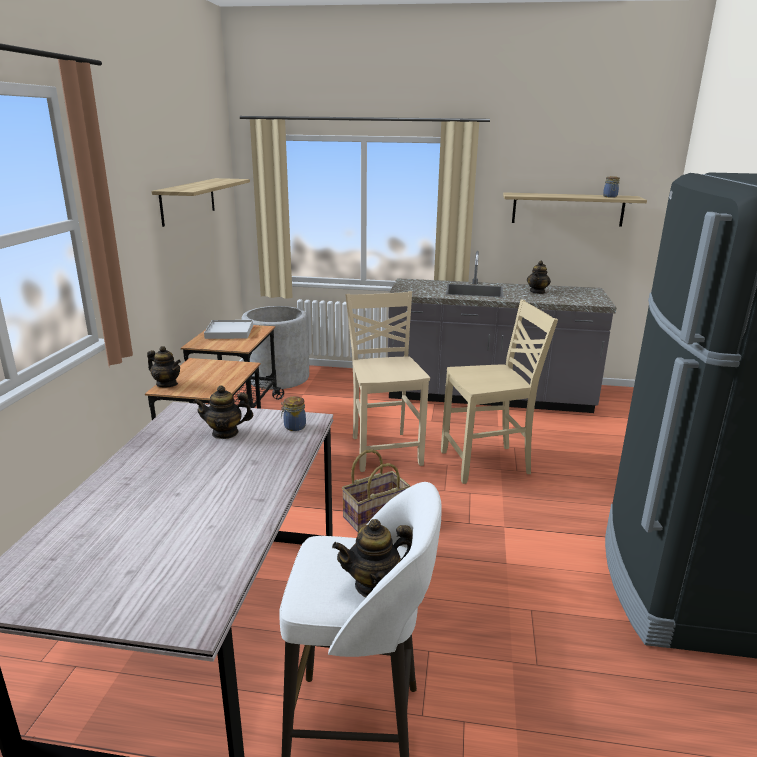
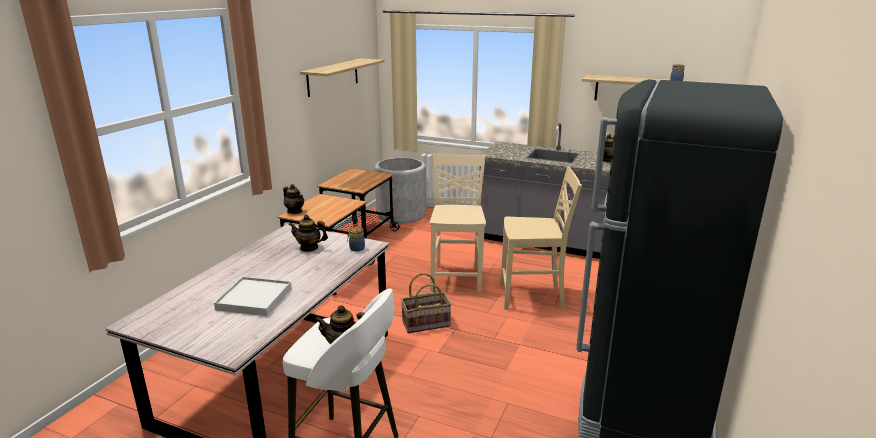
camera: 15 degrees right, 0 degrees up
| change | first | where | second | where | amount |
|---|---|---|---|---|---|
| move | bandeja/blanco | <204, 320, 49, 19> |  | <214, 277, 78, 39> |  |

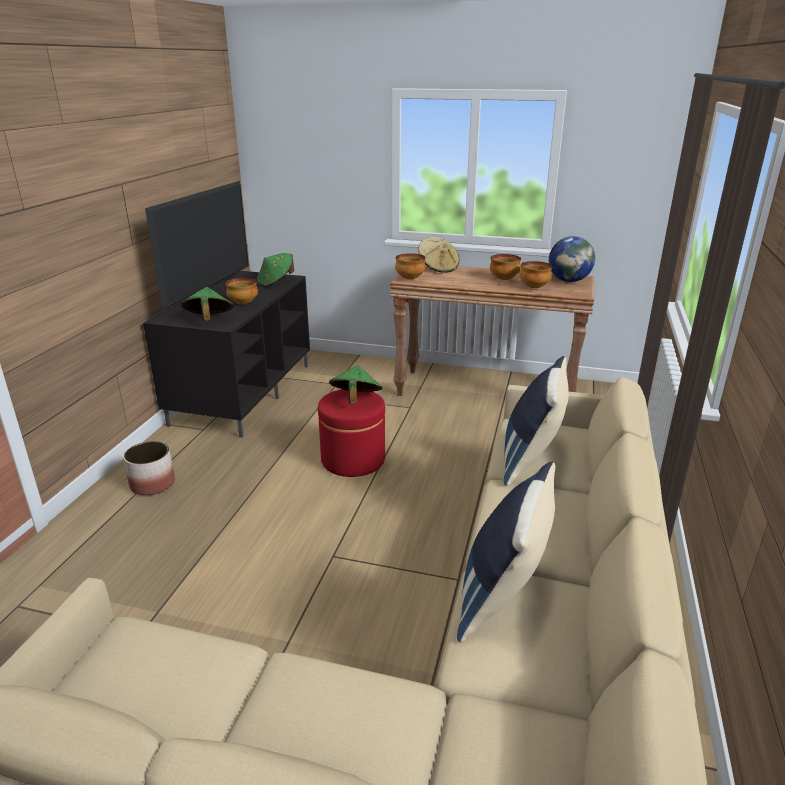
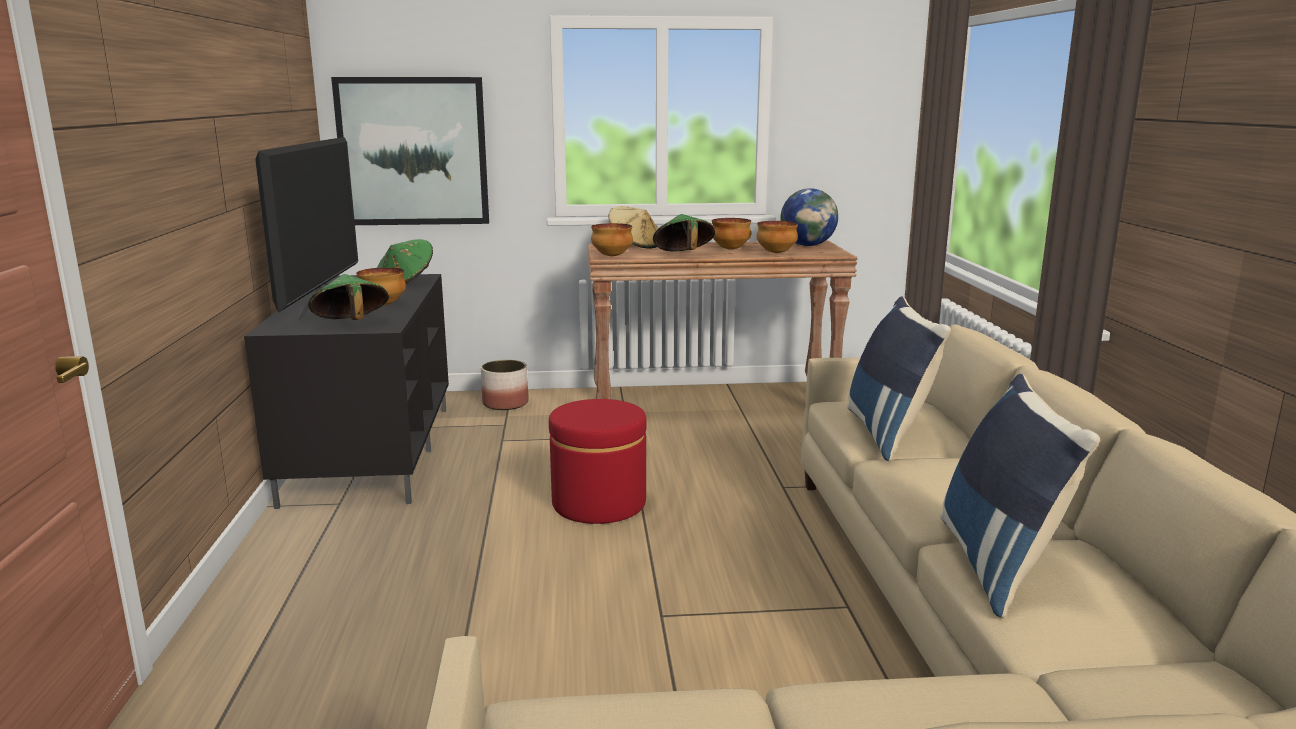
camera: 20 degrees left, 10 degrees down
| change | first | where | second | where | amount |
|---|---|---|---|---|---|
| insert |  |  | cuadro | <331, 77, 158, 148> |  |
| move | maceta | <123, 441, 52, 54> |  | <481, 360, 48, 50> |  |
| move | sombrero/verde | <329, 365, 54, 39> |  | <653, 214, 62, 37> |  |

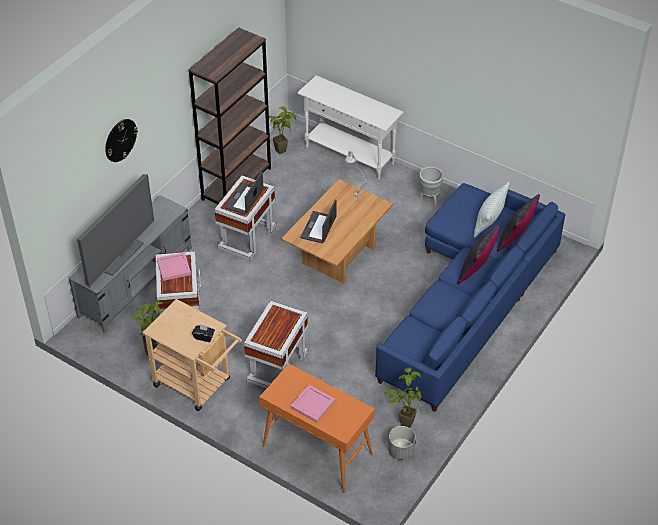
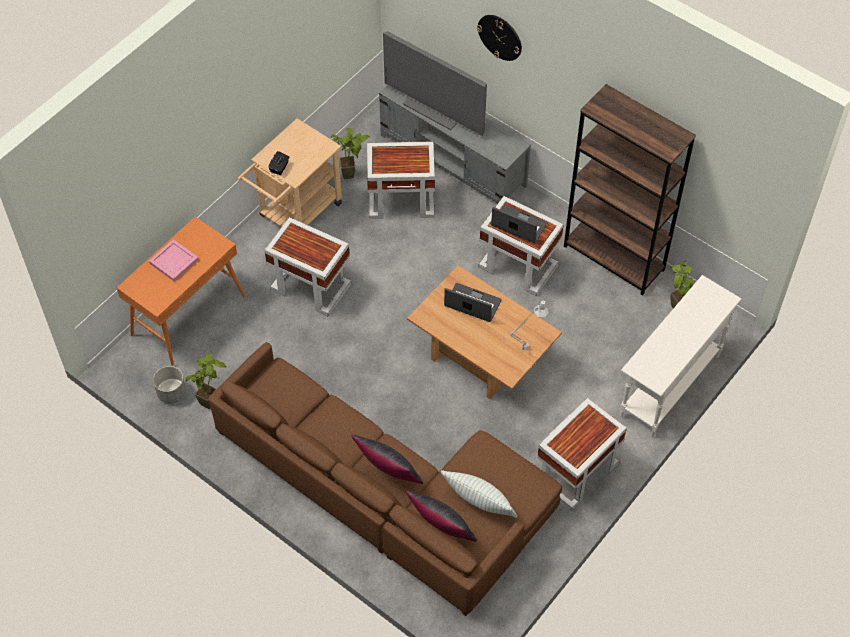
camera: 95 degrees right, 10 degrees up
| change | first | where | second | where | amount |
|---|---|---|---|---|---|
| delete | bandeja/rosa | <157, 252, 34, 29> |  |  |  |
| replace | maceta/gris | <418, 167, 25, 40> | mesa auxiliar/blanco | <537, 398, 90, 113> |  |
| recolor | sofá/azul | <375, 183, 190, 229> | sofá/marrón | <208, 342, 354, 274> |  |

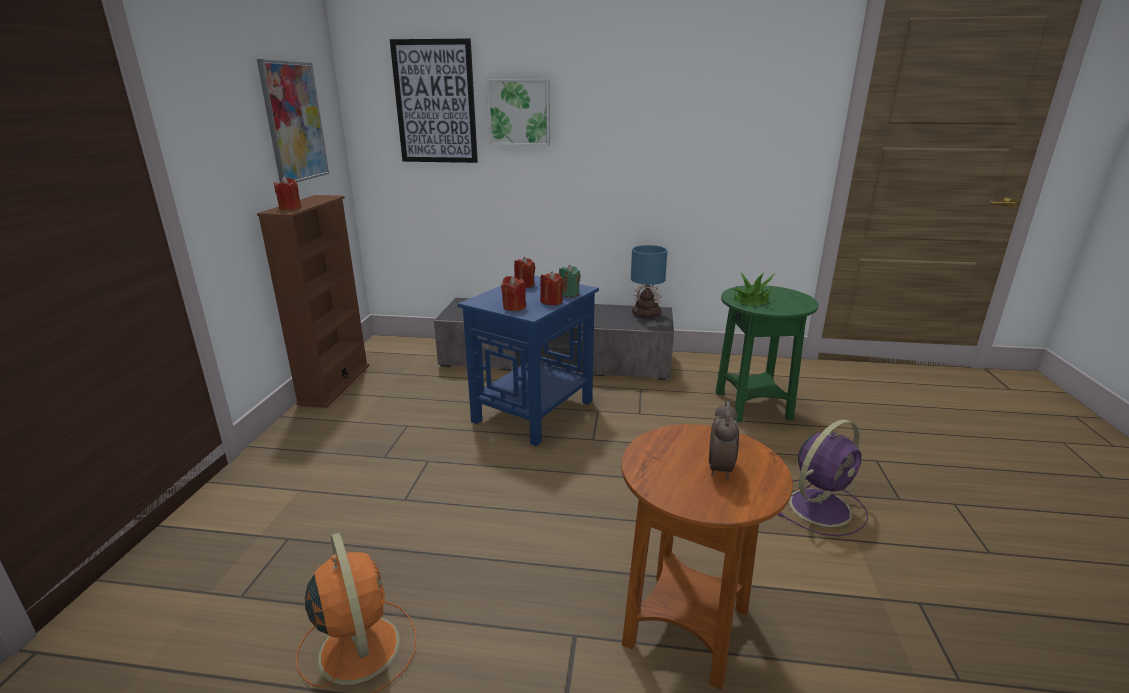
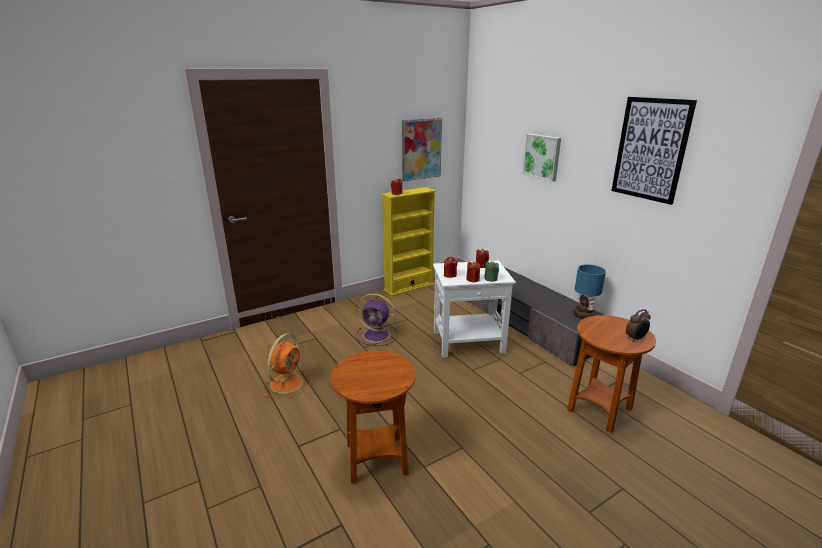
camera: 50 degrees right, 0 degrees up
| change | first | where | second | where | amount |
|---|---|---|---|---|---|
| delete | planta en maceta | <732, 273, 43, 33> |  |  |  |
| move | cuadro | <390, 38, 88, 125> |  | <611, 97, 86, 108> |  |
| move | despertador | <709, 401, 30, 79> |  | <626, 309, 25, 33> |  |
| move | ventilador/morado | <778, 419, 90, 118> |  | <356, 293, 42, 53> |  |
| recolor | estantería/marrón | <257, 195, 112, 213> | estantería/amarillo | <381, 187, 55, 109> |  |
| recolor | mesa auxiliar/azul | <457, 275, 142, 171> | mesa auxiliar/blanco | <433, 260, 83, 98> |  |
| recolor | mesa auxiliar/verde | <716, 285, 102, 138> | mesa auxiliar/marrón | <567, 315, 89, 118> |  |

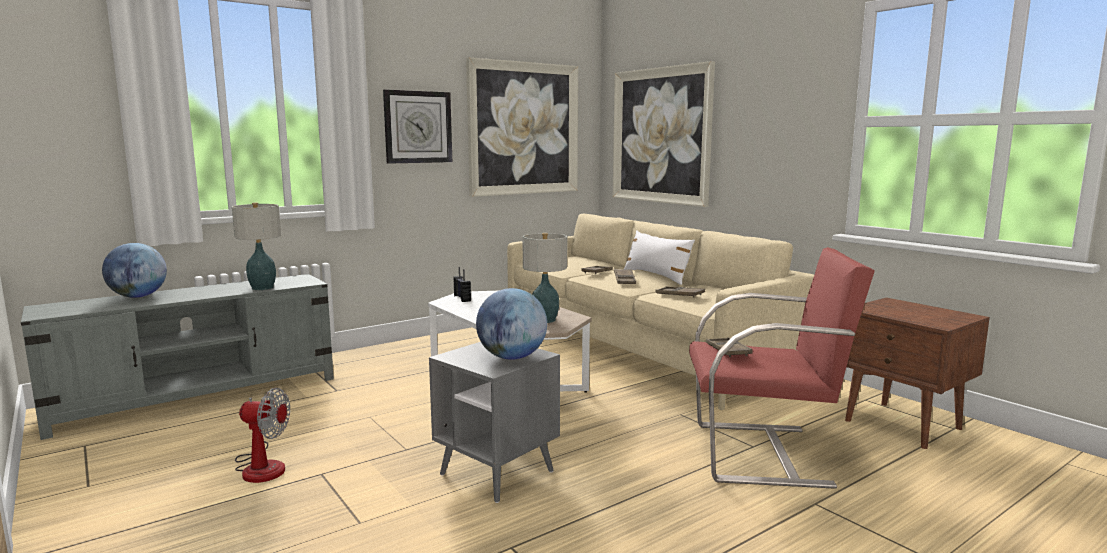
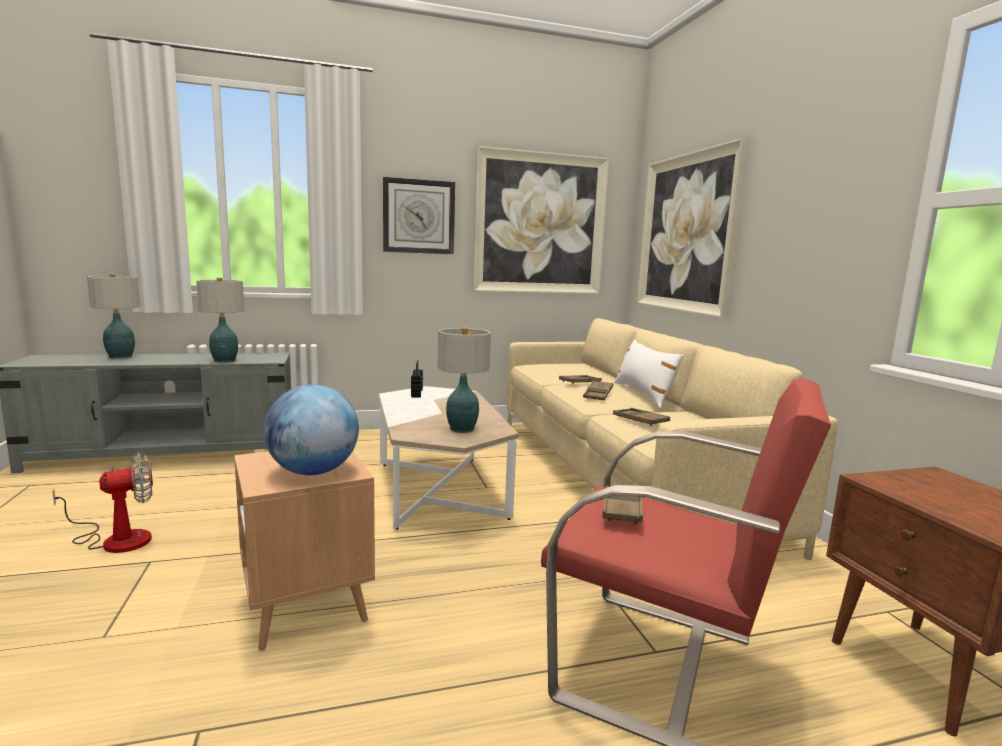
camera: 20 degrees right, 0 degrees up
| change | first | where | second | where | amount |
|---|---|---|---|---|---|
| replace | globo terráqueo | <102, 243, 65, 55> | lámpara de mesa | <87, 273, 53, 86> |  |
| recolor | mesa auxiliar/gris | <429, 342, 131, 161> | mesa auxiliar/marrón | <234, 451, 141, 201> |  |
| rotate | ventilador | <235, 388, 55, 95> |  | <52, 453, 101, 100> | 60 degrees counterclockwise |

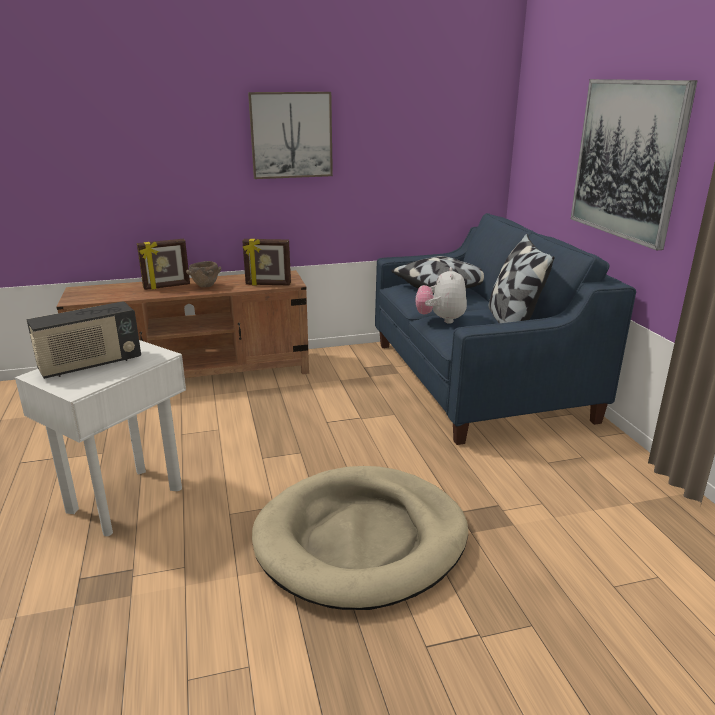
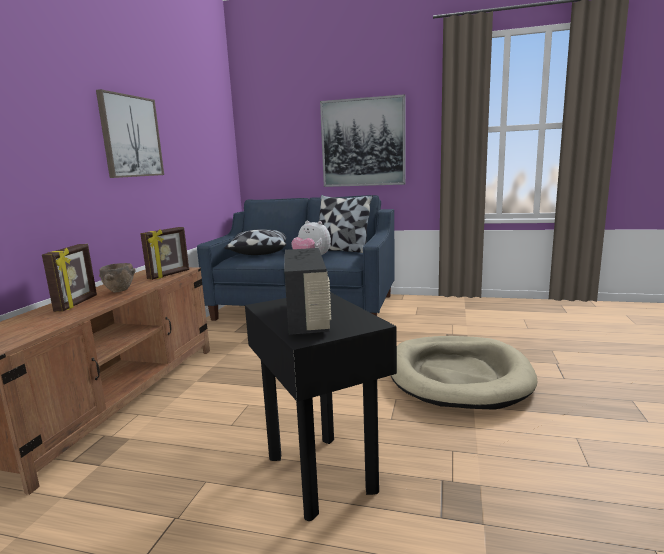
camera: 60 degrees left, 10 degrees down
| change | first | where | second | where | amount |
|---|---|---|---|---|---|
| recolor | mesa auxiliar/blanco | <15, 340, 171, 196> | mesa auxiliar/negro | <245, 292, 152, 229> |  |

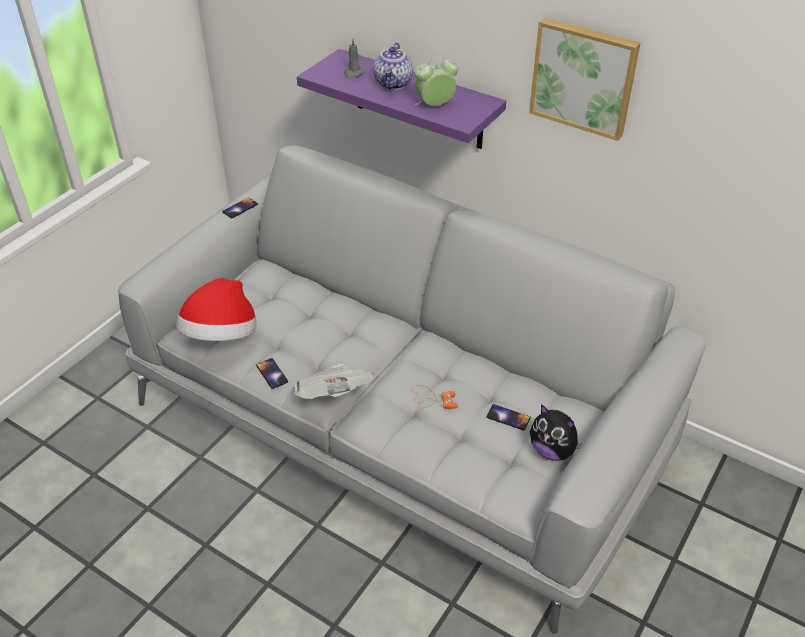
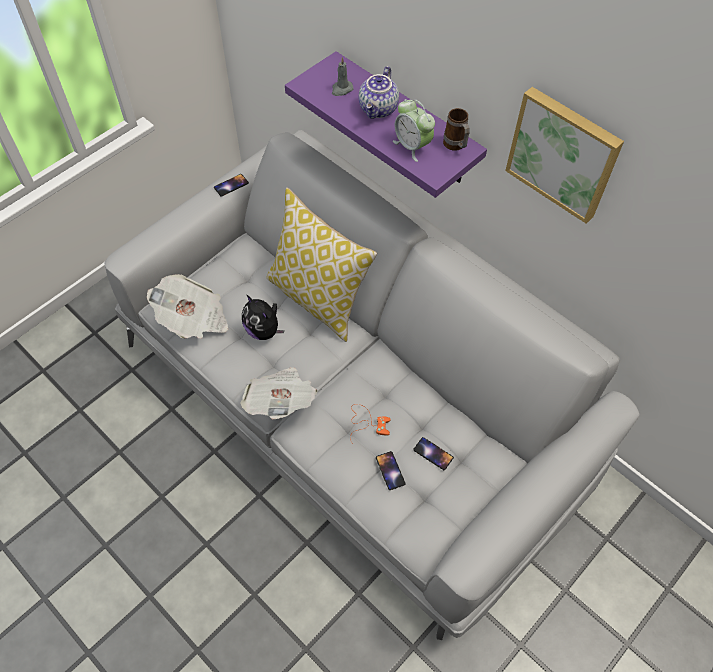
camera: 10 degrees right, 15 degrees up
| change | first | where | second | where | amount |
|---|---|---|---|---|---|
| insert |  |  | cojín | <266, 188, 111, 154> |  |
| insert |  |  | taza grande | <443, 108, 27, 43> |  |
| move | móvil | <256, 358, 32, 31> |  | <376, 451, 30, 39> |  |
| move | peluche | <530, 404, 52, 57> |  | <242, 295, 42, 45> |  |
| replace | sombrero | <176, 278, 81, 63> | periódico | <147, 274, 81, 65> |  |
| rotate | despertador | <415, 57, 43, 49> |  | <393, 99, 42, 63> | 120 degrees counterclockwise |

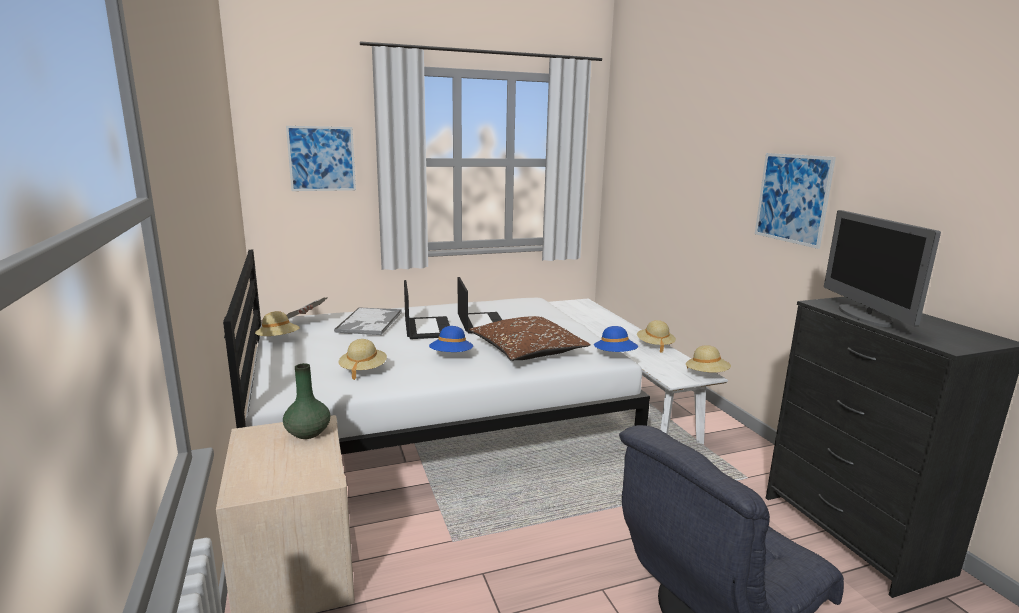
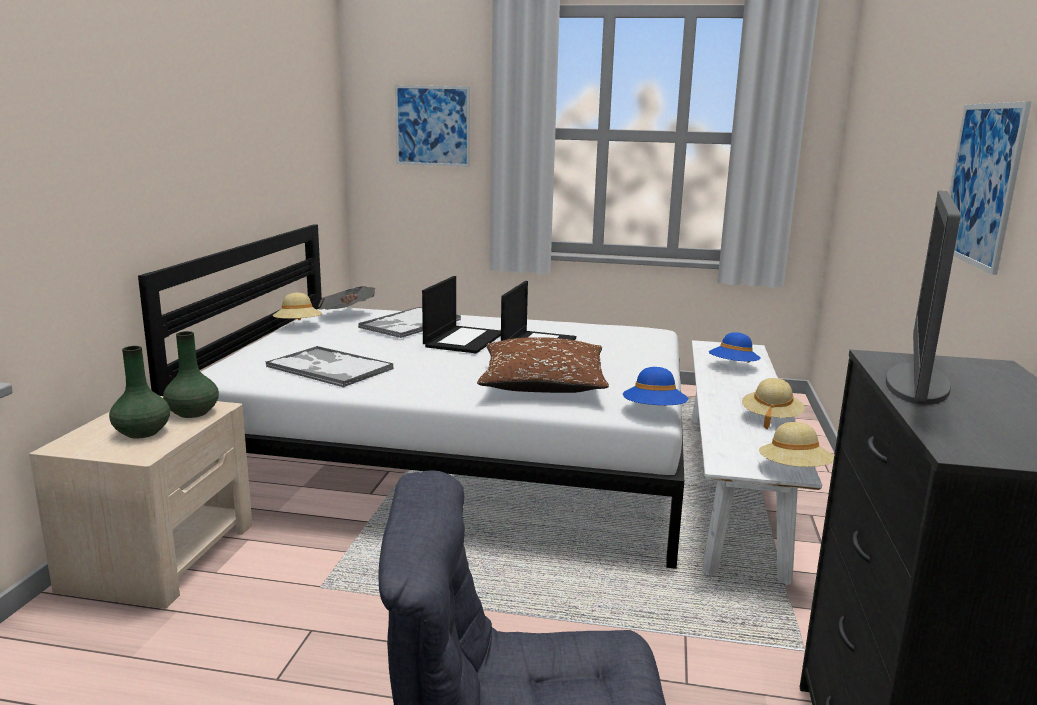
camera: 30 degrees right, 0 degrees up
| change | first | where | second | where | amount |
|---|---|---|---|---|---|
| insert |  |  | florero/verde | <109, 346, 61, 92> |  |
| move | sombrero/azul | <429, 326, 44, 26> |  | <709, 332, 52, 31> |  |
| replace | sombrero/beis | <339, 339, 48, 41> | bandeja | <265, 346, 129, 42> |  |

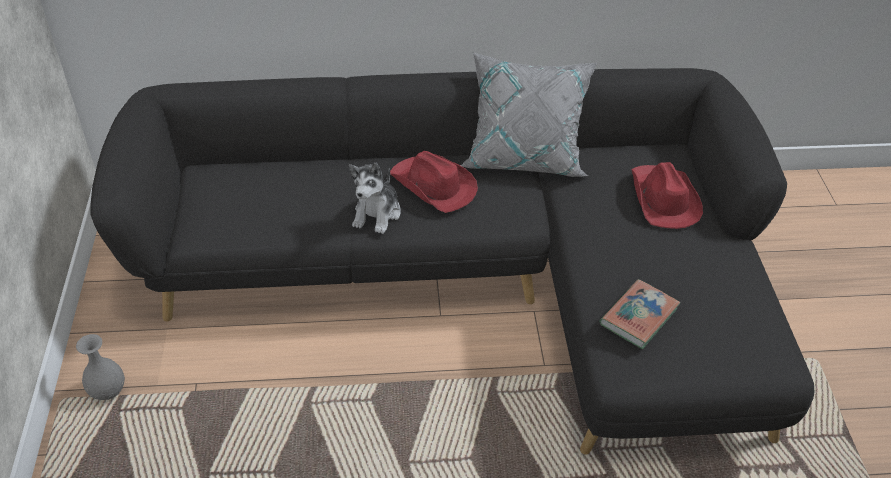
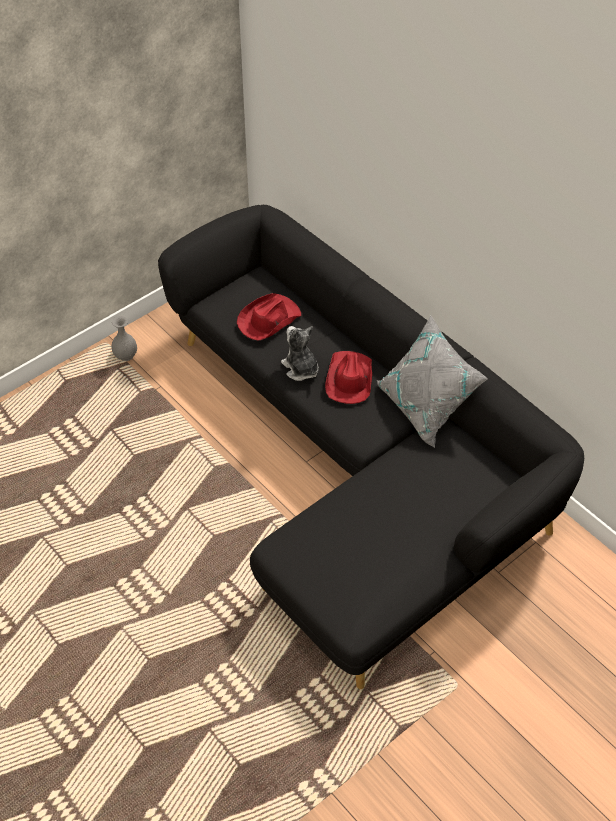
camera: 55 degrees right, 5 degrees up
| change | first | where | second | where | amount |
|---|---|---|---|---|---|
| delete | libro | <599, 279, 81, 70> |  |  |  |
| move | sombrero/rojo | <631, 162, 72, 67> |  | <237, 293, 64, 48> |  |
| rotate | peluche | <349, 163, 52, 71> |  | <281, 326, 38, 55> | 75 degrees clockwise |

